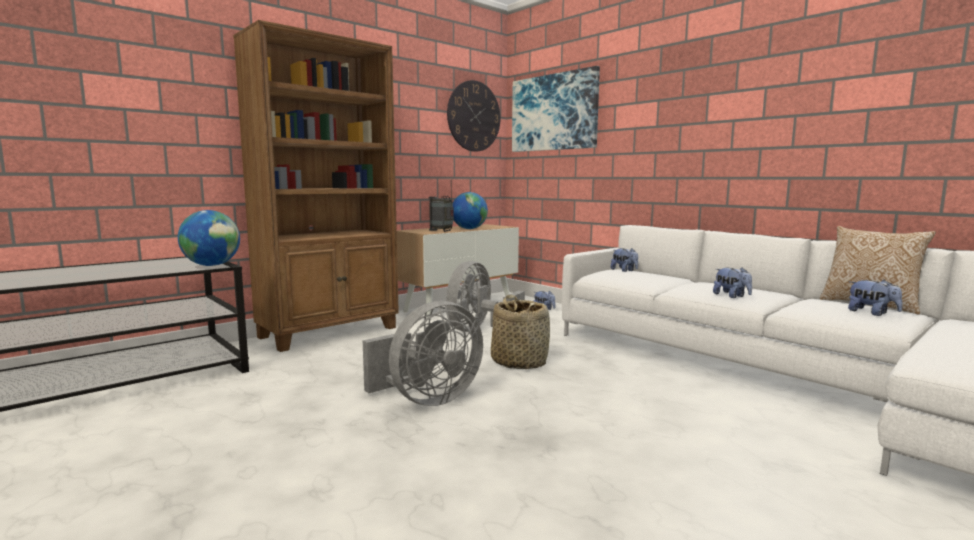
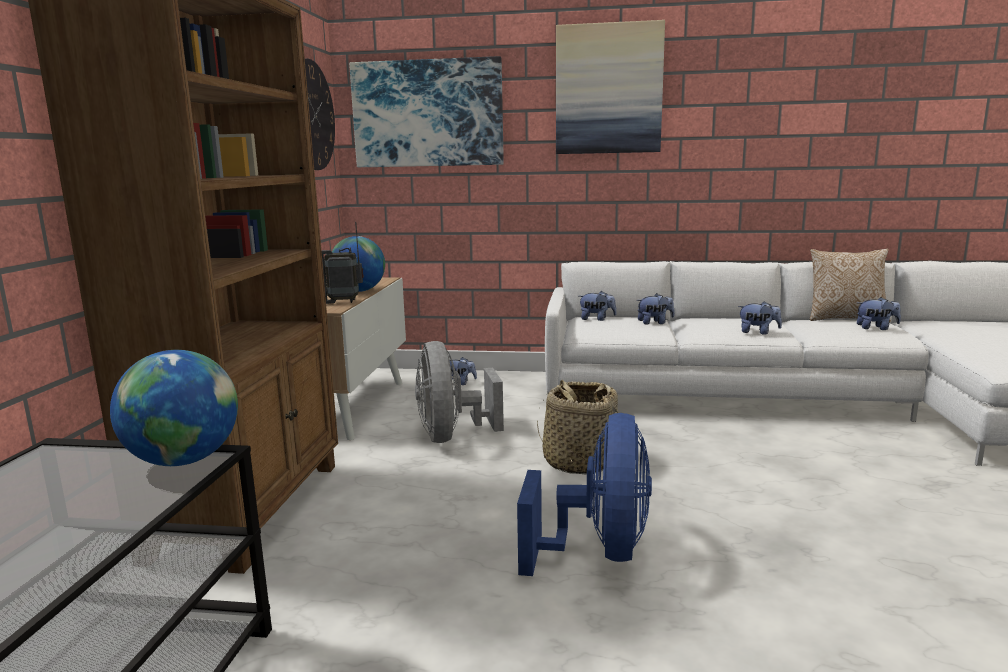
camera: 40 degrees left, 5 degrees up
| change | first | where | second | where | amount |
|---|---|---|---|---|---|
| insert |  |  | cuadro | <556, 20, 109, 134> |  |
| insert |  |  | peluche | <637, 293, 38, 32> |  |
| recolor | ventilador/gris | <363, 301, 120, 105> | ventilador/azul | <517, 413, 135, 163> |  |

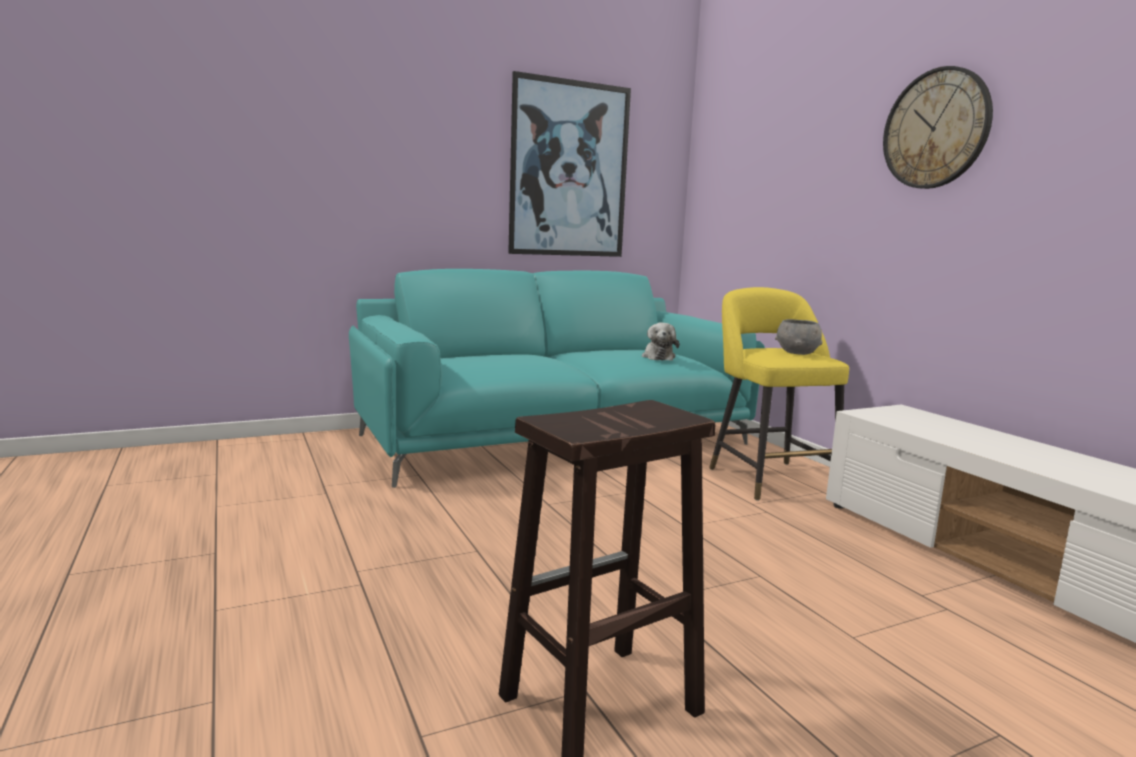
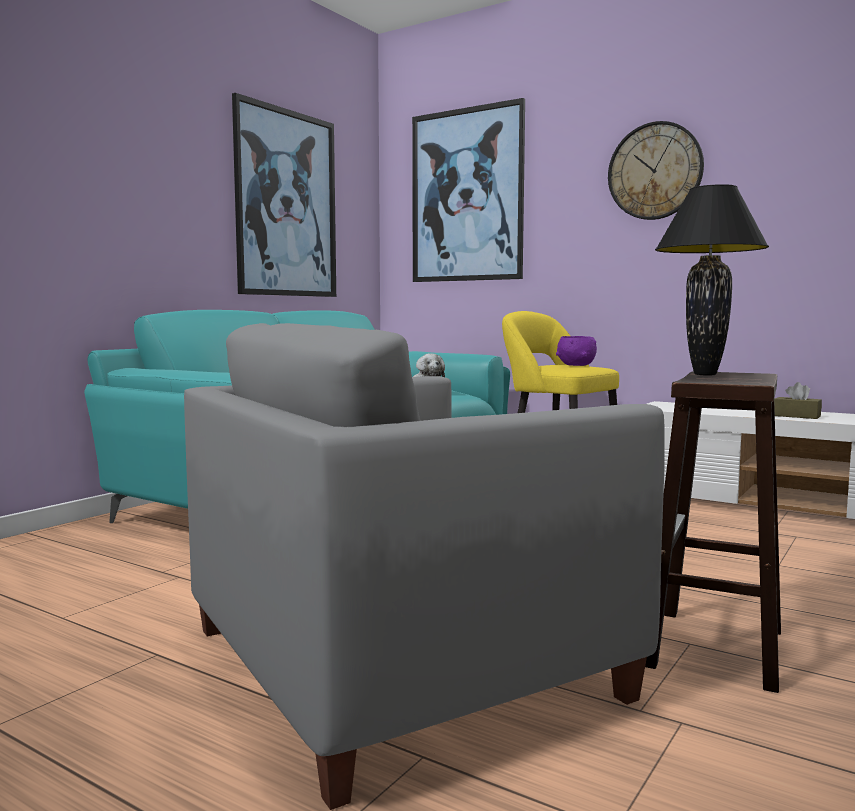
camera: 30 degrees left, 5 degrees down
| change | first | where | second | where | amount |
|---|---|---|---|---|---|
| insert |  |  | sillón/gris | <184, 323, 481, 487> |  |
| insert |  |  | cuadro | <412, 98, 113, 184> |  |
| insert |  |  | lámpara de mesa/negro | <655, 184, 114, 191> |  |
| insert |  |  | caja de pañuelos/marrón | <774, 382, 48, 37> |  |
| recolor | cuenco/gris | <775, 319, 47, 36> | cuenco/morado | <556, 336, 41, 30> |  |

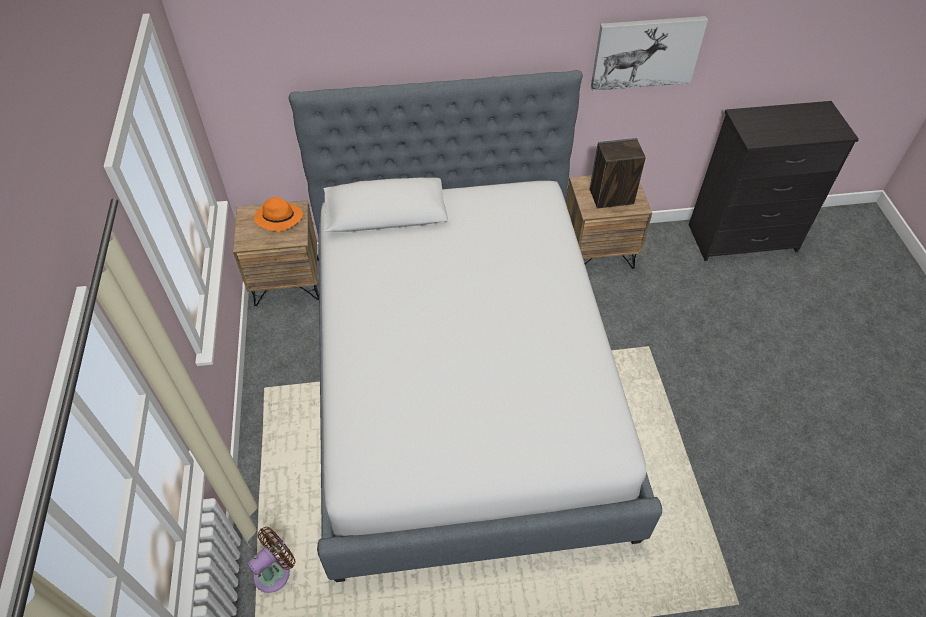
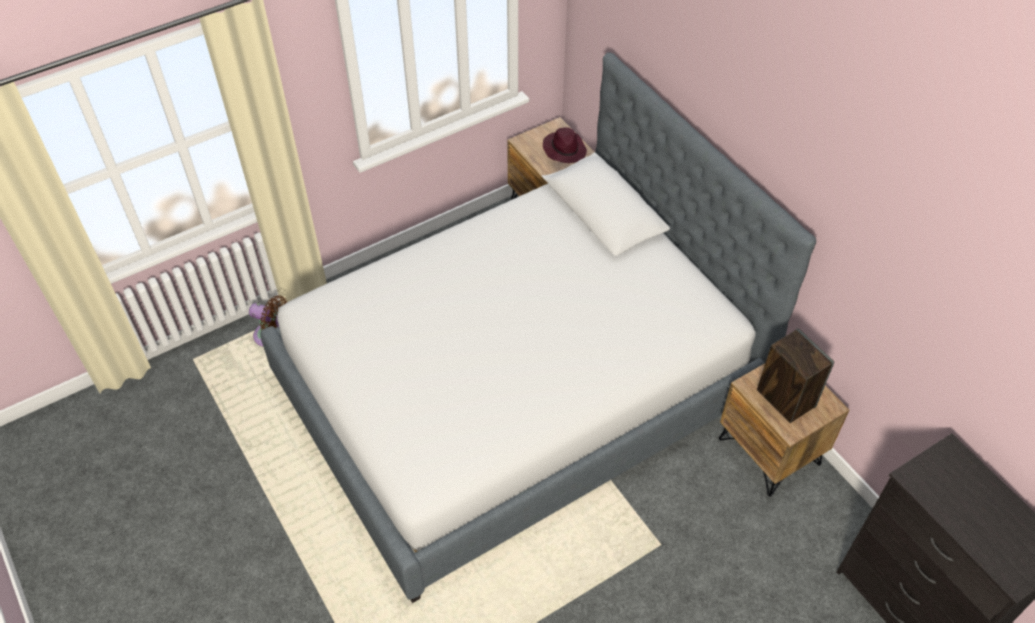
camera: 65 degrees right, 0 degrees up
| change | first | where | second | where | amount |
|---|---|---|---|---|---|
| delete | cuadro | <591, 16, 117, 75> |  |  |  |
| recolor | sombrero/naranja | <254, 197, 49, 35> | sombrero/morado | <543, 127, 44, 36> |  |

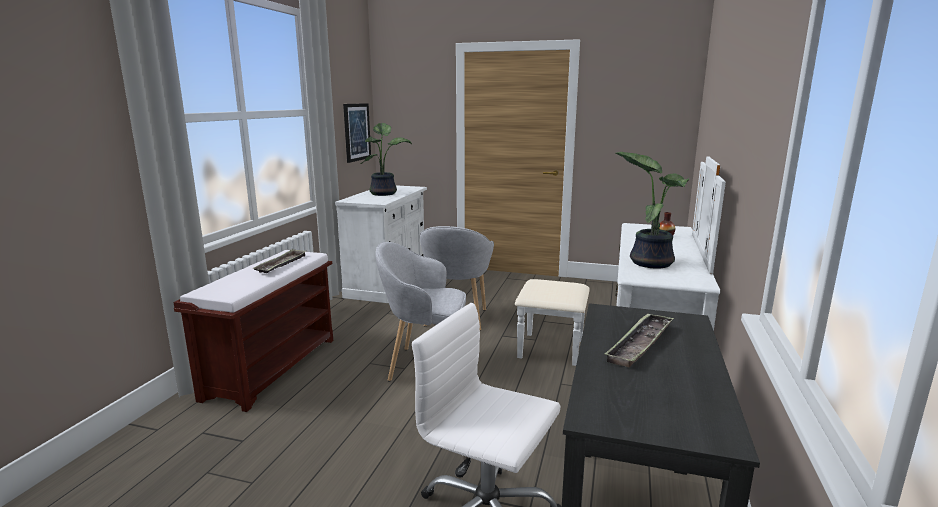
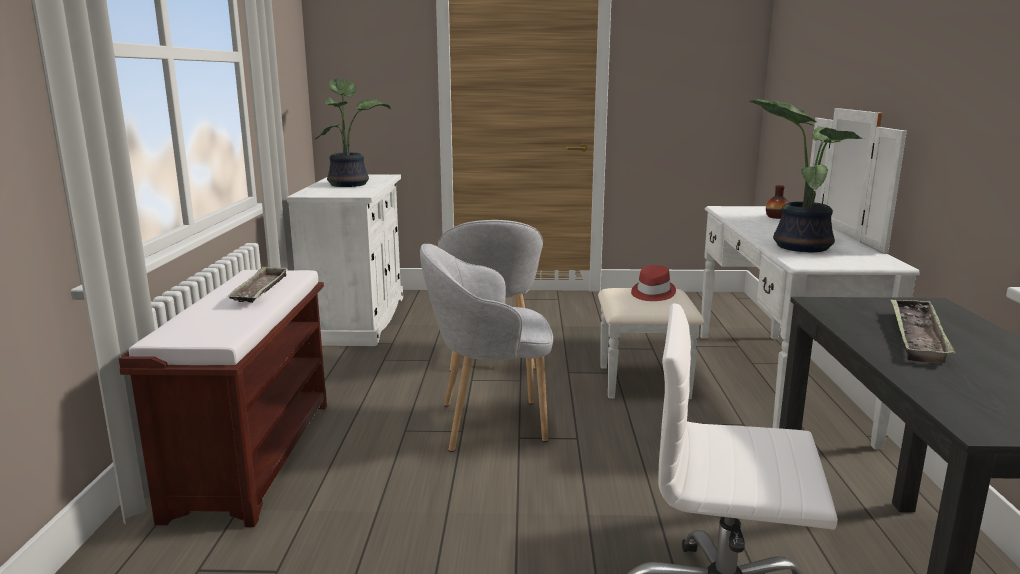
camera: 15 degrees left, 0 degrees up
| change | first | where | second | where | amount |
|---|---|---|---|---|---|
| delete | cuadro | <343, 103, 28, 60> |  |  |  |
| insert |  |  | sombrero/rojo | <631, 265, 45, 36> |  |

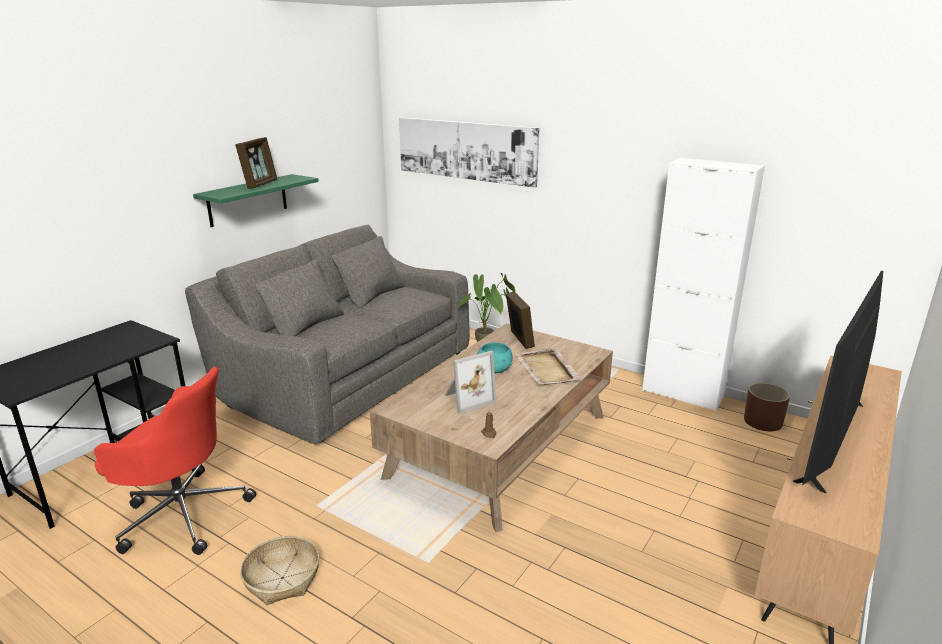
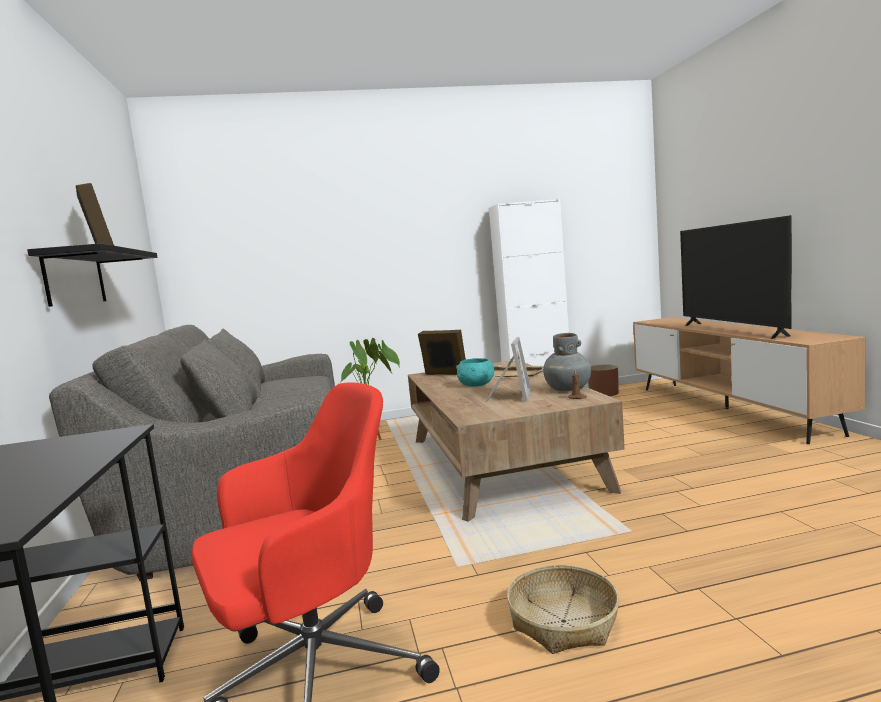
camera: 45 degrees left, 15 degrees down
| change | first | where | second | where | amount |
|---|---|---|---|---|---|
| delete | cuadro | <399, 117, 141, 71> |  |  |  |
| insert |  |  | florero/gris | <543, 333, 48, 58> |  |
| recolor | estante/verde | <193, 174, 126, 53> | estante/negro | <27, 243, 131, 64> |  |

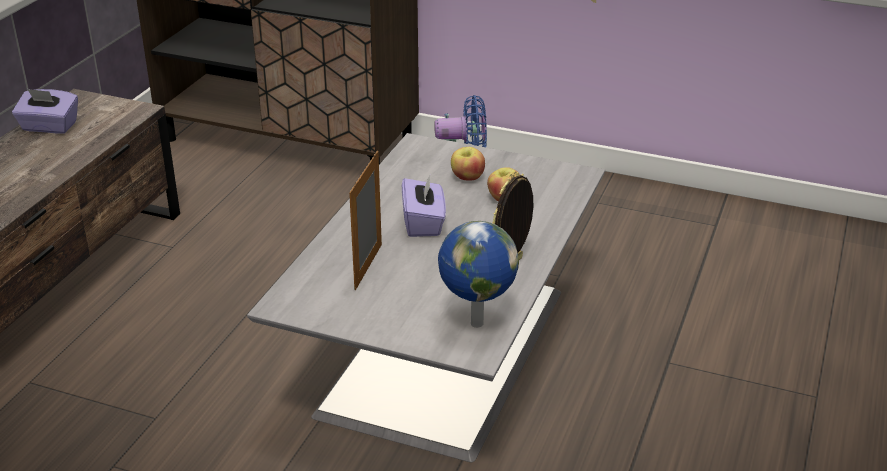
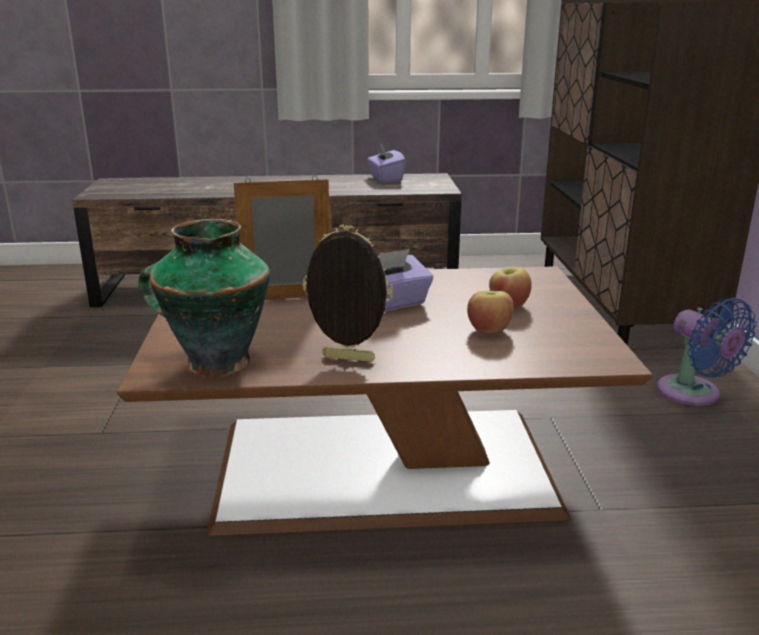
camera: 65 degrees right, 10 degrees down
| change | first | where | second | where | amount |
|---|---|---|---|---|---|
| replace | globo terráqueo | <438, 221, 81, 107> | florero | <138, 219, 132, 157> |  |
| recolor | mesa de centro/gris | <247, 133, 358, 329> | mesa de centro/marrón | <117, 266, 536, 270> |  |

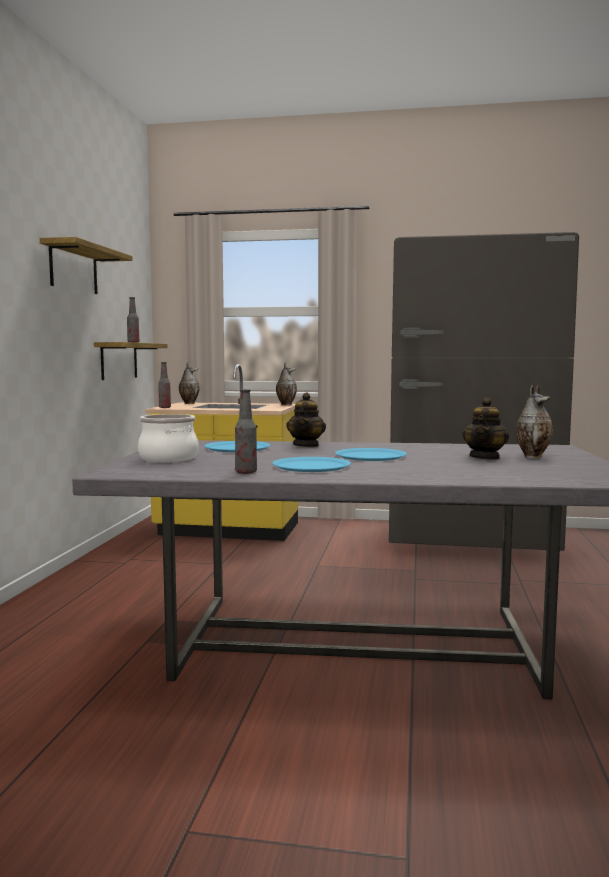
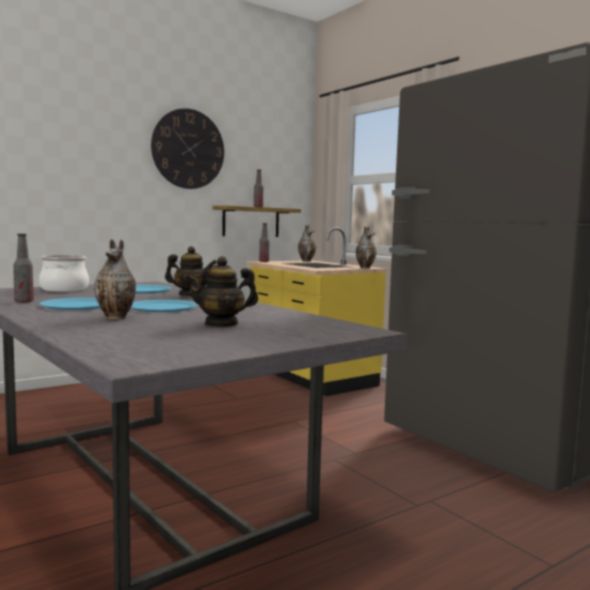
camera: 45 degrees right, 0 degrees up
| change | first | where | second | where | amount |
|---|---|---|---|---|---|
| move | florero | <516, 385, 37, 73> |  | <94, 239, 42, 80> |  |
| replace | estante | <40, 237, 93, 57> | reloj de pared | <151, 108, 73, 81> |  |
| rotate | tetera | <286, 392, 40, 55> |  | <165, 246, 52, 50> | 135 degrees counterclockwise |

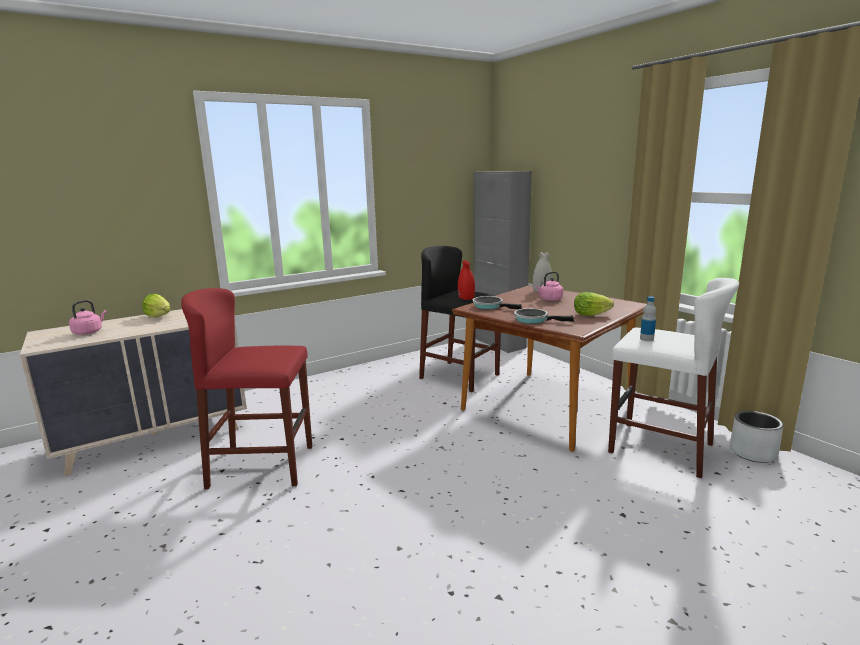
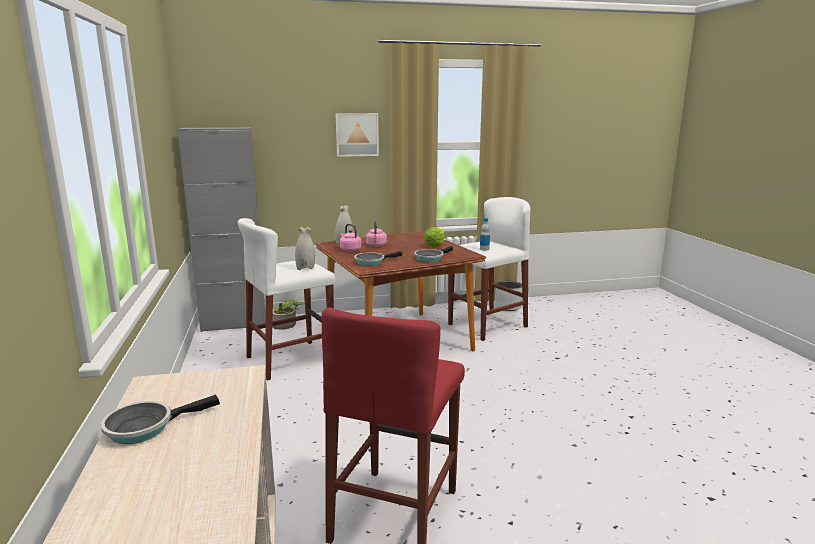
camera: 70 degrees left, 0 degrees up
| change | first | where | second | where | amount |
|---|---|---|---|---|---|
| insert |  |  | planta en maceta | <272, 299, 33, 31> |  |
| insert |  |  | cuadro | <335, 113, 44, 44> |  |
| move | hervidor/rosa | <69, 300, 38, 35> |  | <340, 224, 21, 28> |  |
| replace | lechuga | <142, 294, 28, 23> | sartén | <101, 395, 119, 49> |  |
| recolor | taburete/negro | <419, 246, 82, 146> | taburete/blanco | <238, 218, 97, 163> |  |
| recolor | florero/rojo | <458, 260, 17, 40> | florero/blanco | <295, 227, 20, 43> |  |

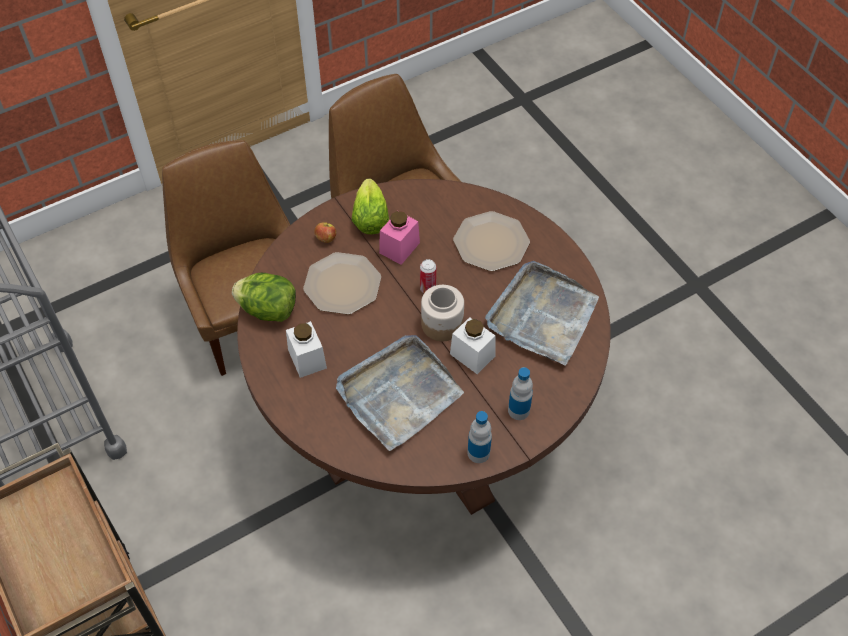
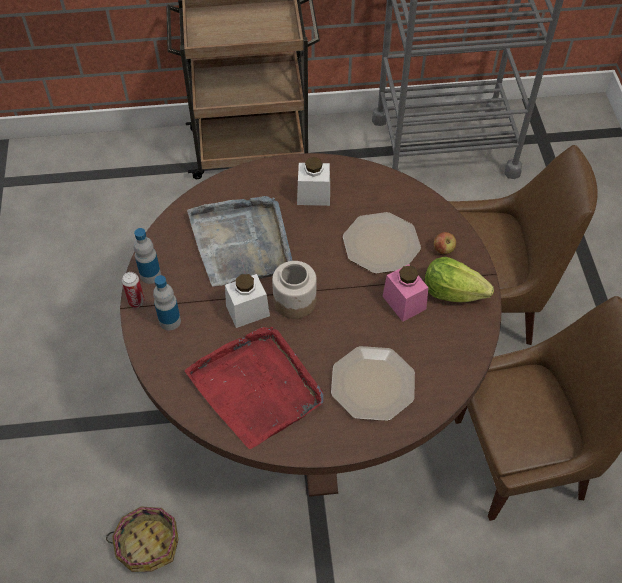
camera: 115 degrees right, 0 degrees up
| change | first | where | second | where | amount |
|---|---|---|---|---|---|
| delete | lechuga | <232, 273, 64, 49> |  |  |  |
| insert |  |  | cesta | <106, 506, 72, 66> |  |
| move | lata | <420, 259, 16, 34> |  | <122, 272, 23, 36> |  |
| recolor | bandeja/gris | <485, 261, 114, 105> | bandeja/rojo | <185, 327, 138, 122> |  |

